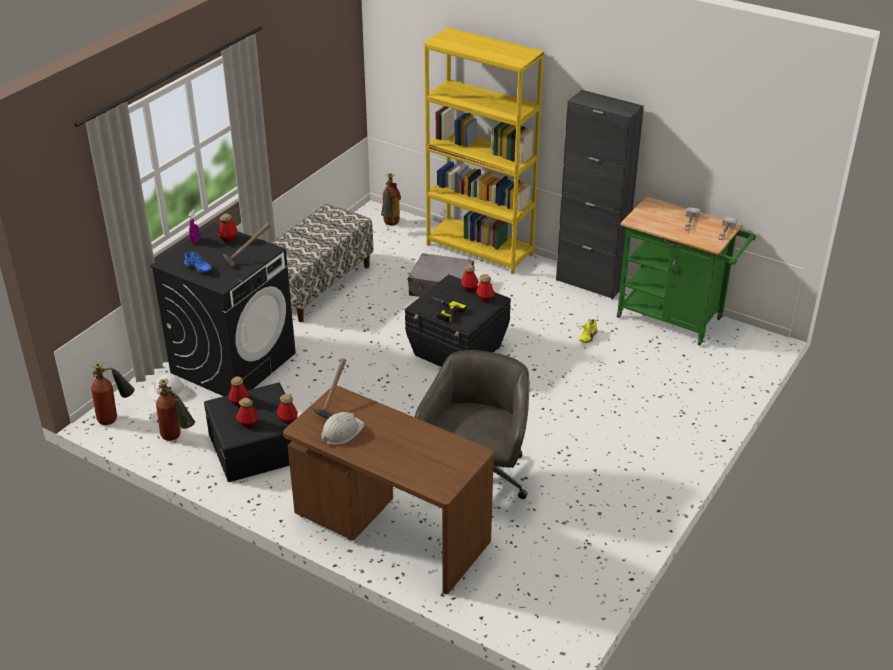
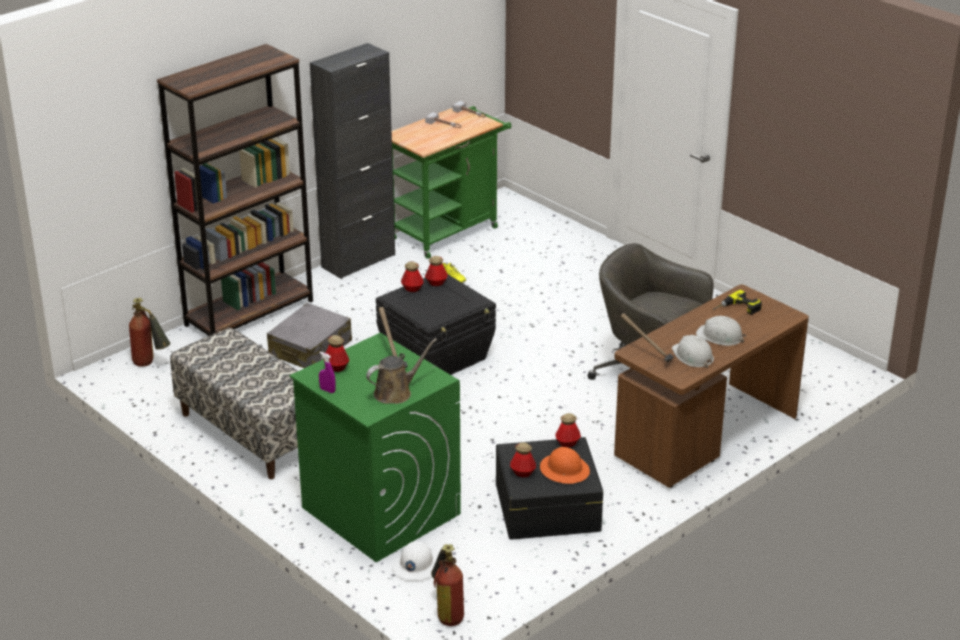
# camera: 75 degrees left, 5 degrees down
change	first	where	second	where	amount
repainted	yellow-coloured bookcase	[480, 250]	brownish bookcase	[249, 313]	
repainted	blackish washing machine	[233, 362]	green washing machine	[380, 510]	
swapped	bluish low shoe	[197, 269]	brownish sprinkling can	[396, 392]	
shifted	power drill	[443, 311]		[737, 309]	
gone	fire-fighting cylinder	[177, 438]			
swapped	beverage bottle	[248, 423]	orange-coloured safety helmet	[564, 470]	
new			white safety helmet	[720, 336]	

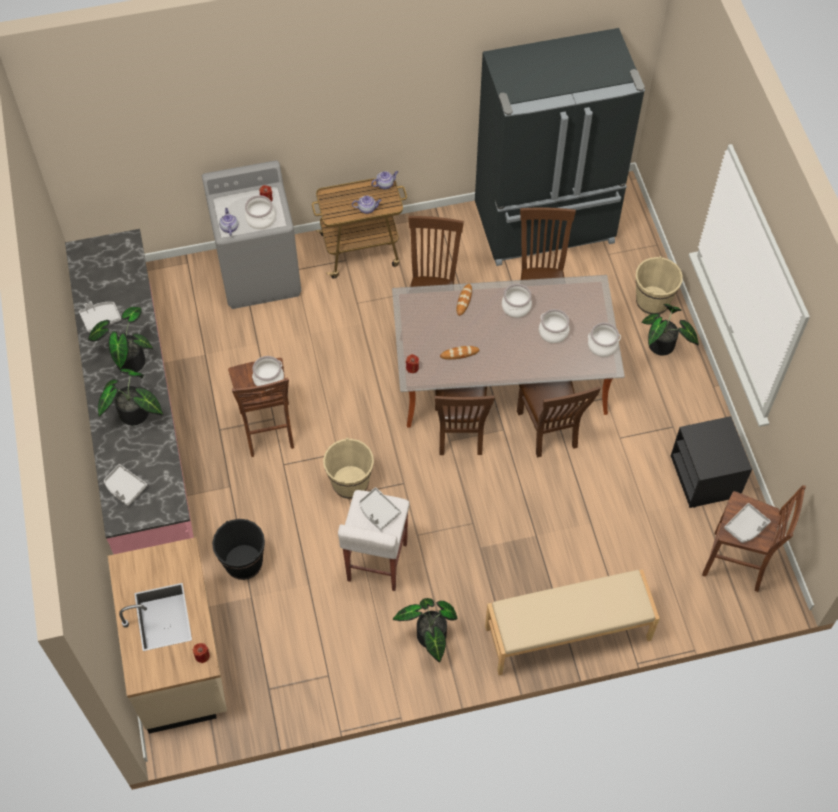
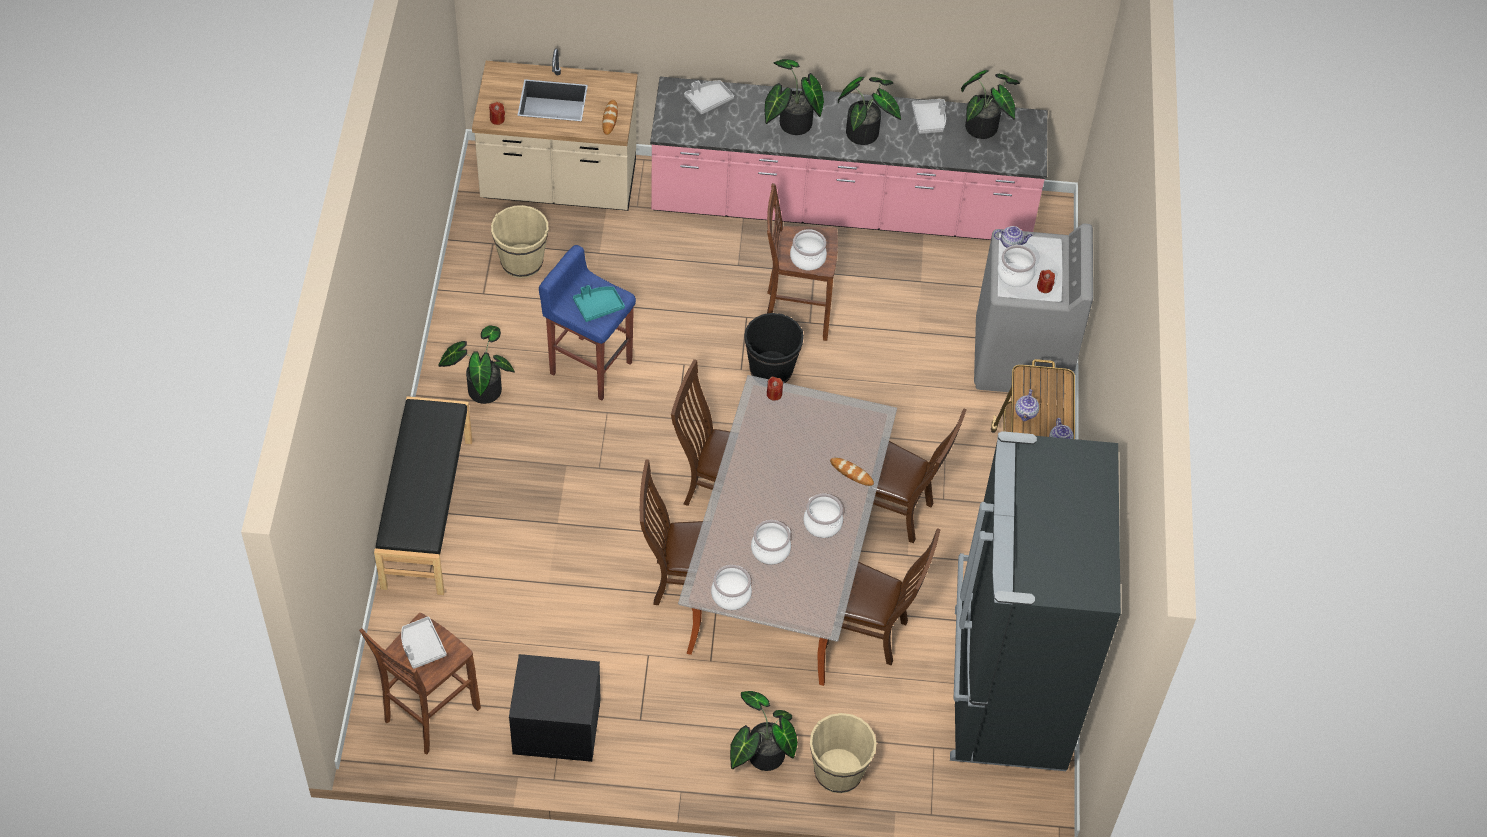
# camera: 105 degrees right, 5 degrees down
change	first	where	second	where	amount
shifted	bread	[459, 354]		[610, 118]	
shifted	beige water bucket	[350, 483]		[522, 262]	
repainted	gray carrying tray	[378, 511]	turquoise carrying tray	[598, 306]	
repainted	white stool	[376, 562]	bluish stool	[590, 366]	
shifted	blackish water bucket	[243, 563]		[771, 370]	
repainted	beige bench	[568, 634]	blackish bench	[426, 513]	
new			potted plant	[985, 127]	

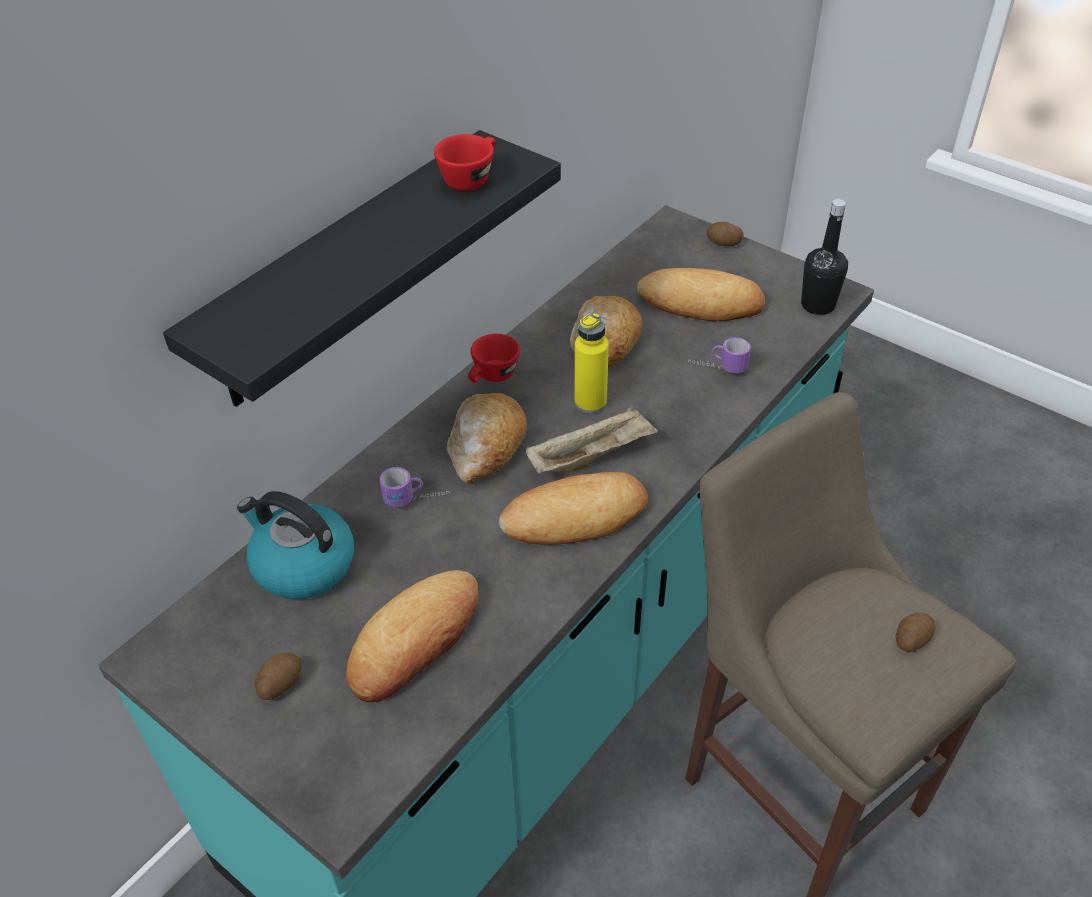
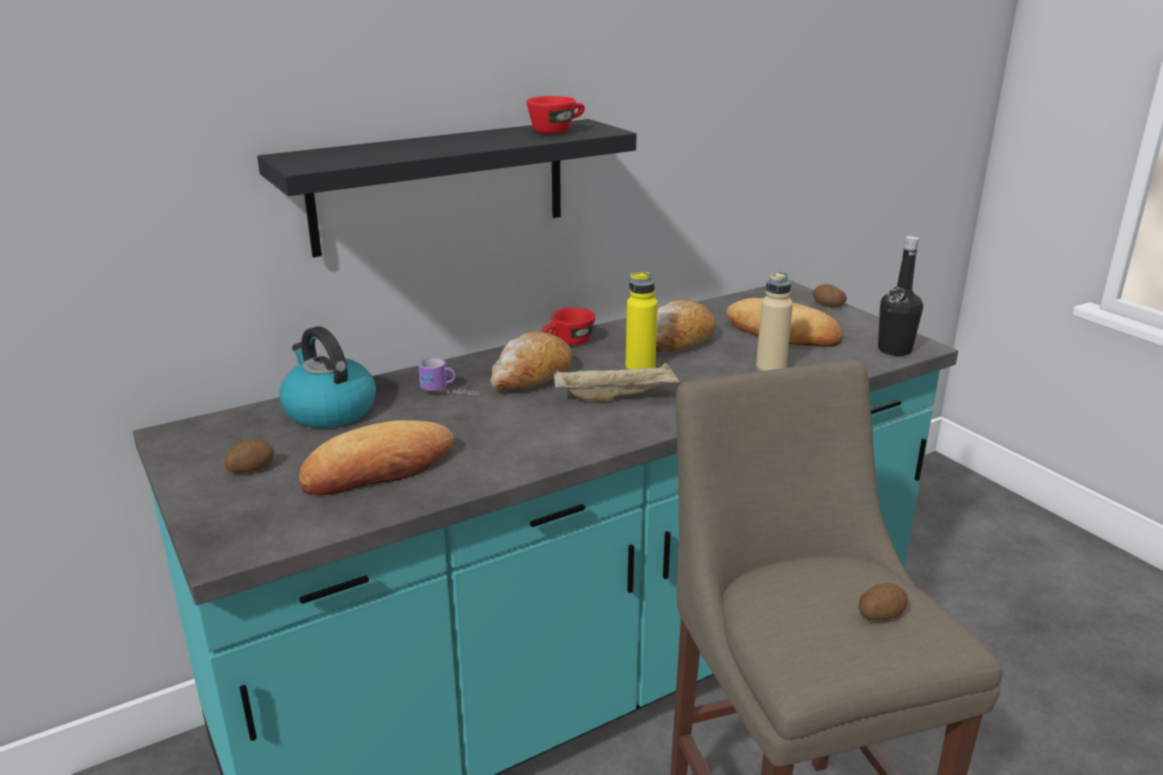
# camera: 20 degrees right, 20 degrees down
change	first	where	second	where	amount
swapped	coffee mug	[717, 368]	beige beverage bottle	[770, 369]	
gone	bread	[575, 516]			

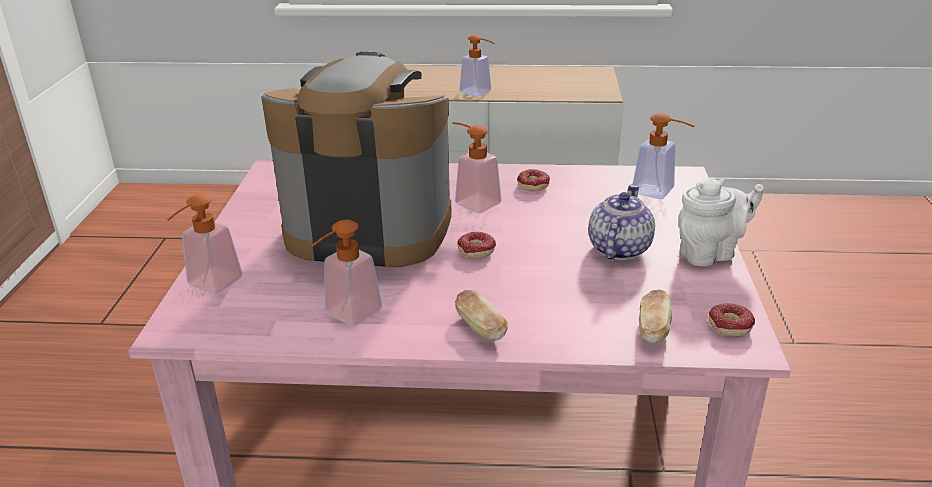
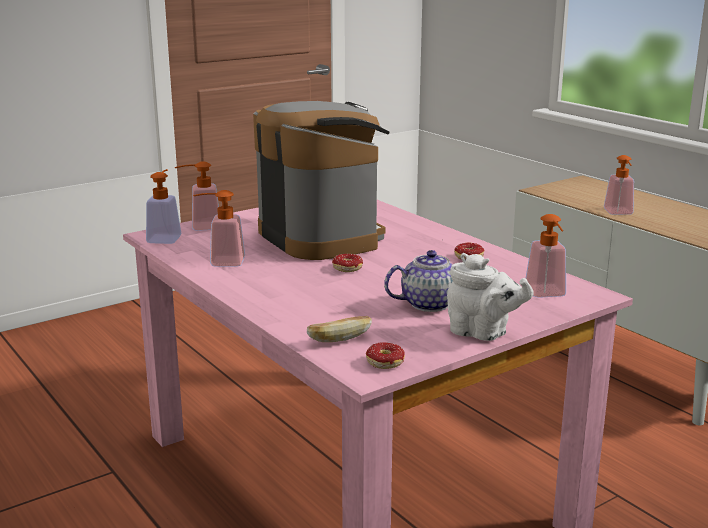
# camera: 50 degrees right, 10 degrees down
change	first	where	second	where	amount
shifted	soap bottle	[472, 201]		[166, 237]	
gone	bread	[480, 328]			

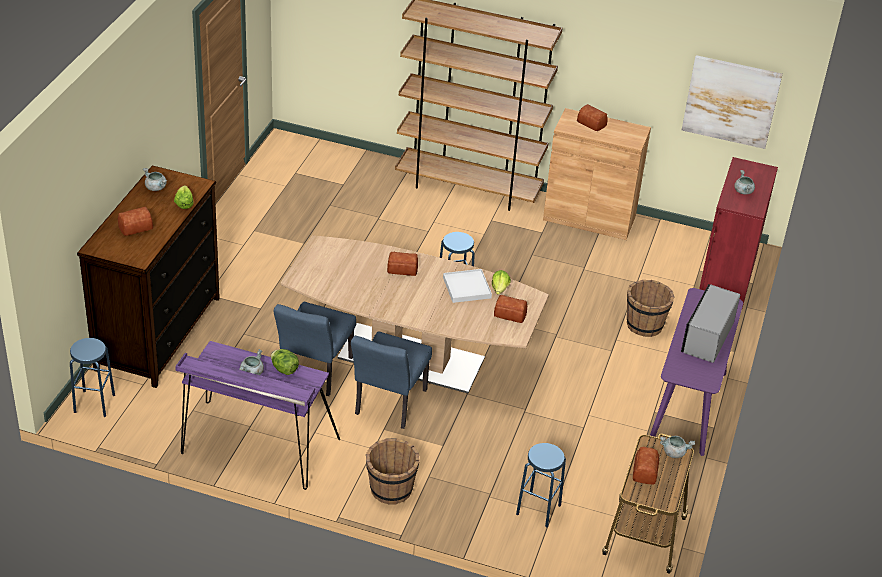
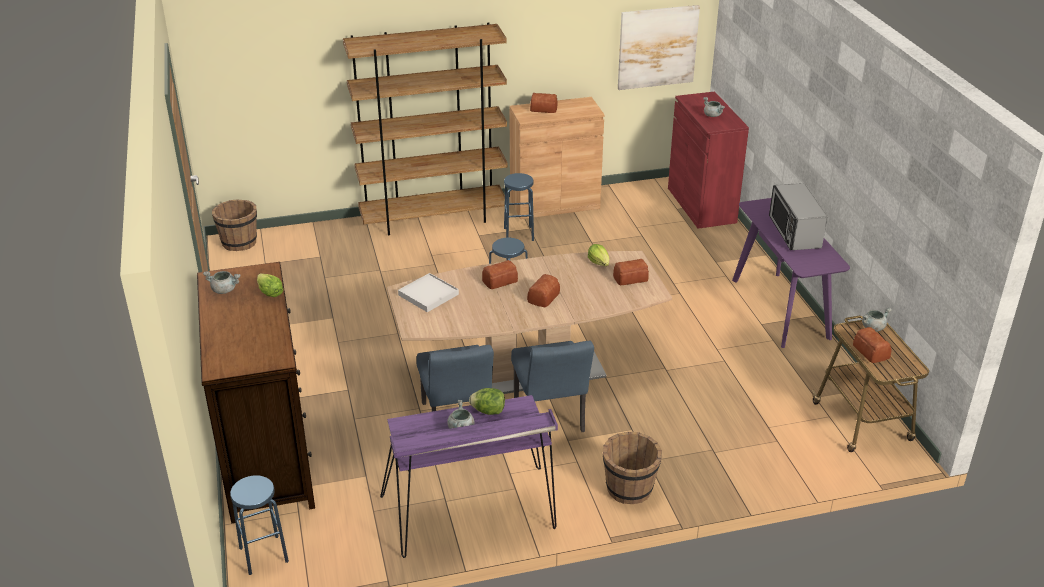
# camera: 30 degrees left, 5 degrees down
change	first	where	second	where	amount
shifted	bread	[134, 227]		[542, 297]	
shifted	white carrying tray	[467, 288]		[428, 295]	
shifted	brownish water bucket	[644, 325]		[239, 242]	
shifted	bluish stool	[538, 510]		[519, 234]	

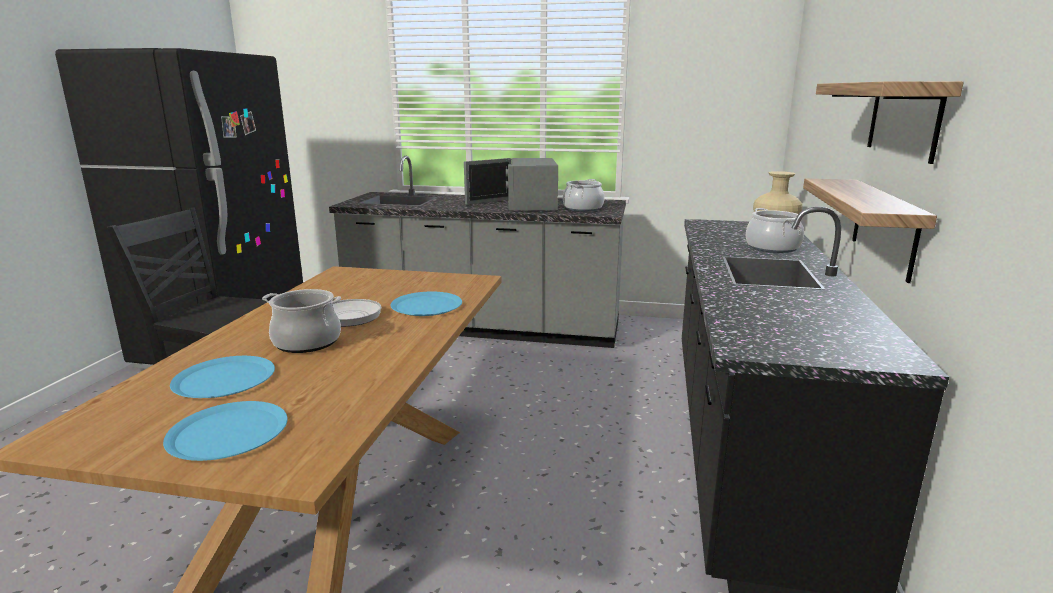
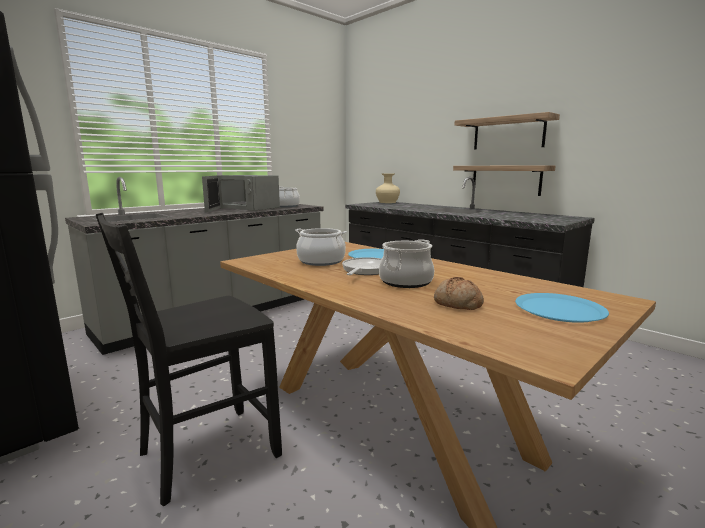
# camera: 55 degrees left, 5 degrees down
change	first	where	second	where	amount
shifted	saucepot	[772, 248]		[321, 261]	
swapped	bluish dinner plate	[224, 379]	bread	[457, 304]	

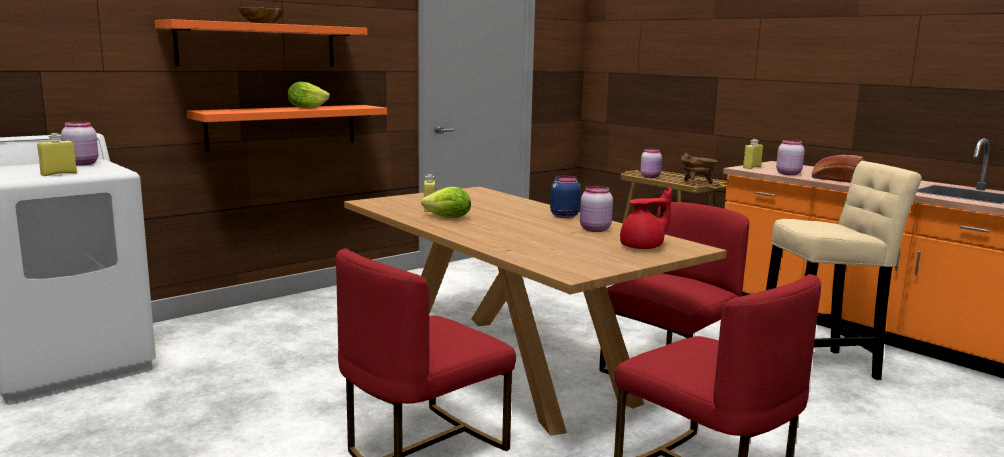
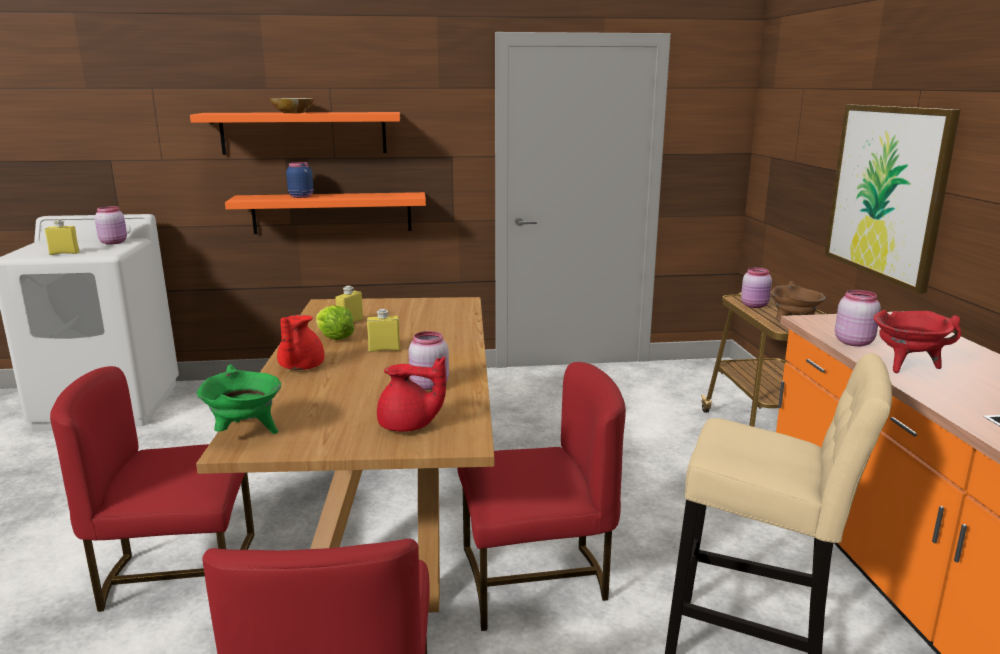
# camera: 35 degrees right, 5 degrees up
change	first	where	second	where	amount
gone	head of lettuce	[306, 108]			
shifted	yellow-coloured beverage bottle	[752, 167]		[384, 349]	
swapped	bread	[835, 179]	reddish saucepot	[906, 366]	
shifted	bluish preserve jar	[563, 216]		[301, 196]	
new			picture	[887, 192]	
new			reddish tea pot	[300, 367]	
new			green saucepot	[246, 433]	

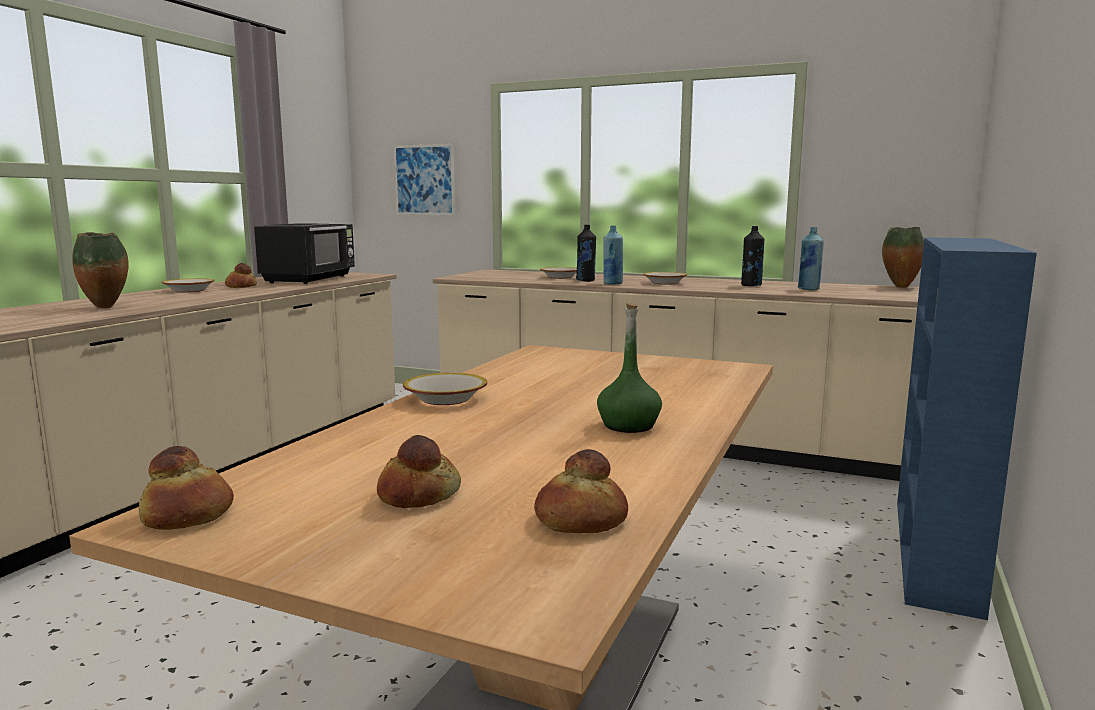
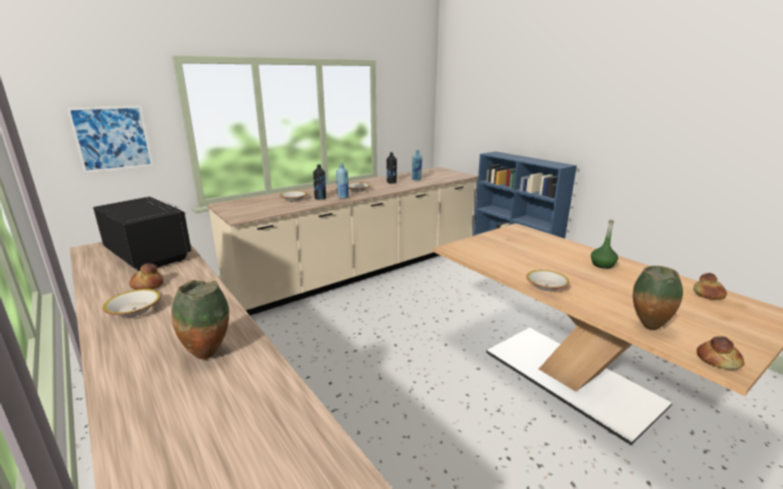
# camera: 60 degrees left, 10 degrees up
change	first	where	second	where	amount
shifted	flower vase	[899, 287]		[648, 328]	
gone	bread	[418, 494]			

